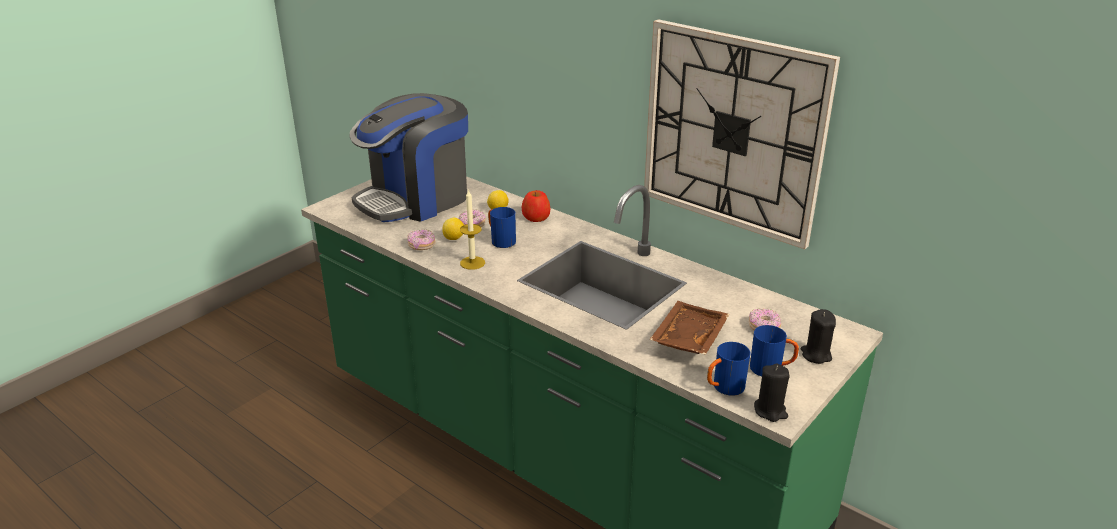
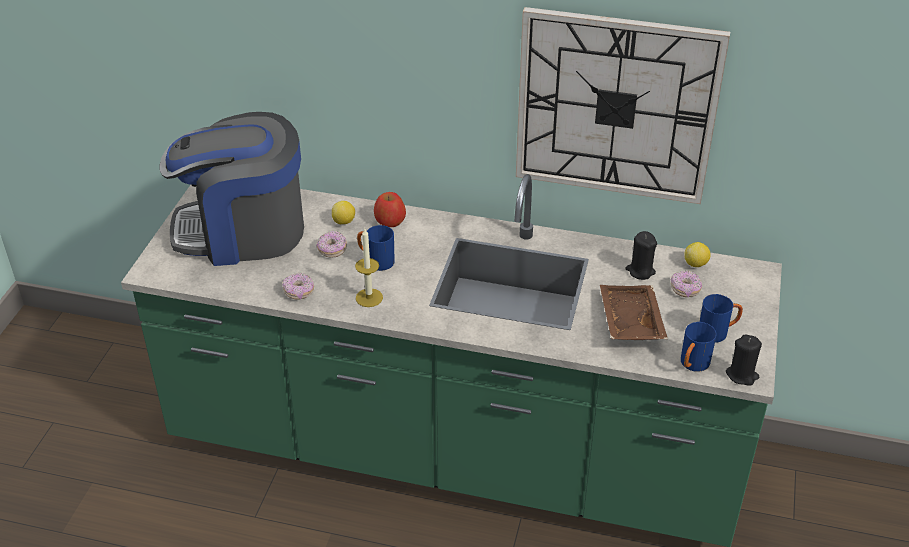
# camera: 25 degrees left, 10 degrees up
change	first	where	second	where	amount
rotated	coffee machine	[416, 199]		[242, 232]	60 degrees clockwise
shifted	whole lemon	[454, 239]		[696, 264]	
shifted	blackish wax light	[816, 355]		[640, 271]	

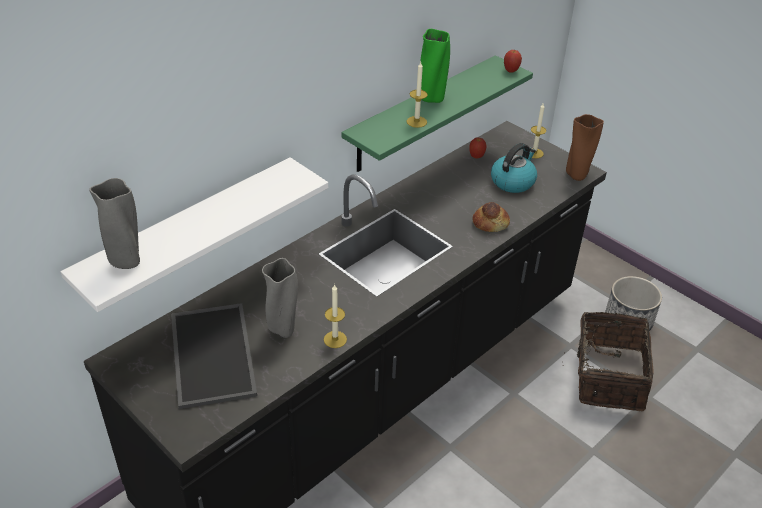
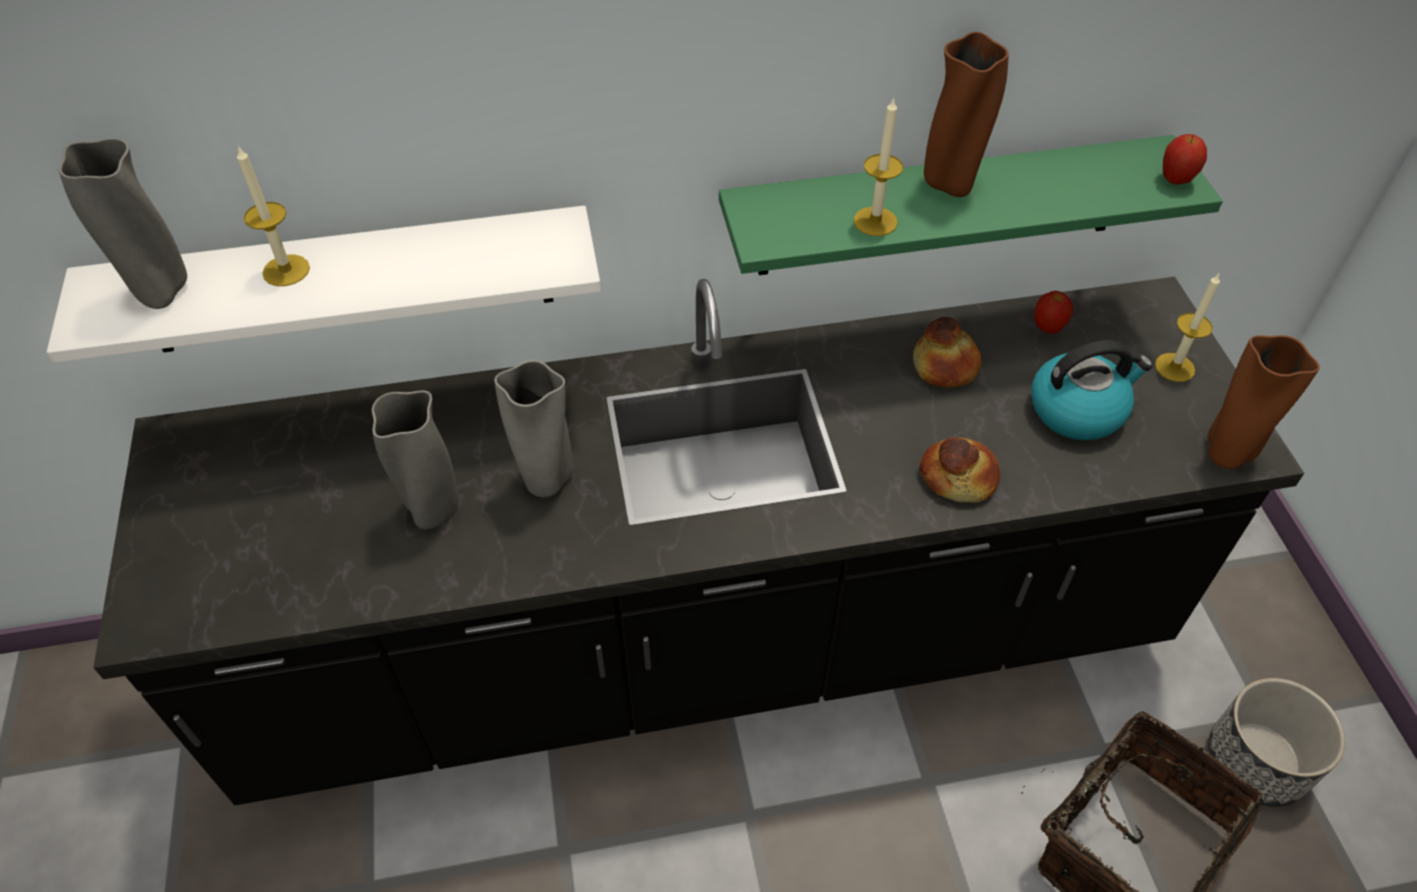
# camera: 35 degrees right, 10 degrees up
change	first	where	second	where	amount
repainted	green flower vase	[431, 99]	brownish flower vase	[950, 184]	
shifted	wax light	[335, 339]		[286, 270]	
gone	carrying tray	[210, 353]			
new			bread	[946, 365]	
new			gray flower vase	[546, 480]	

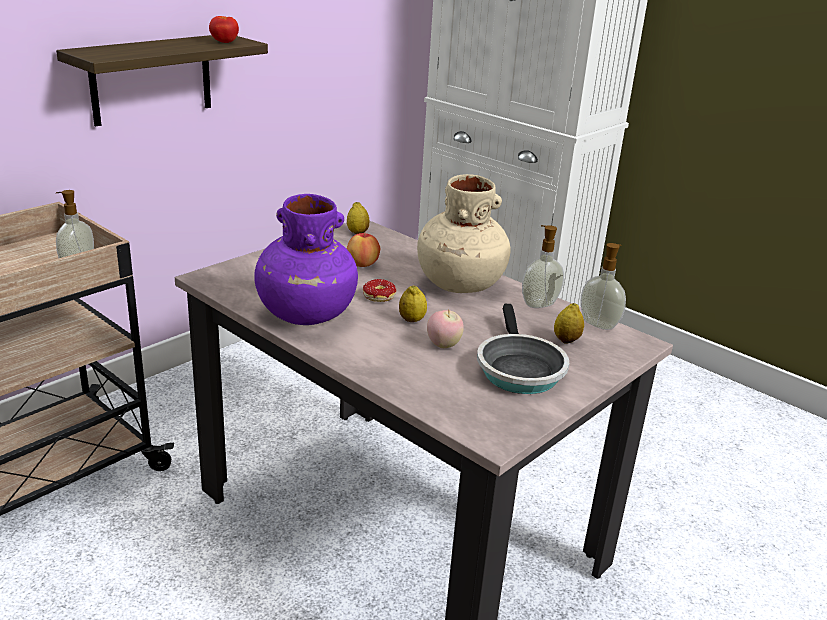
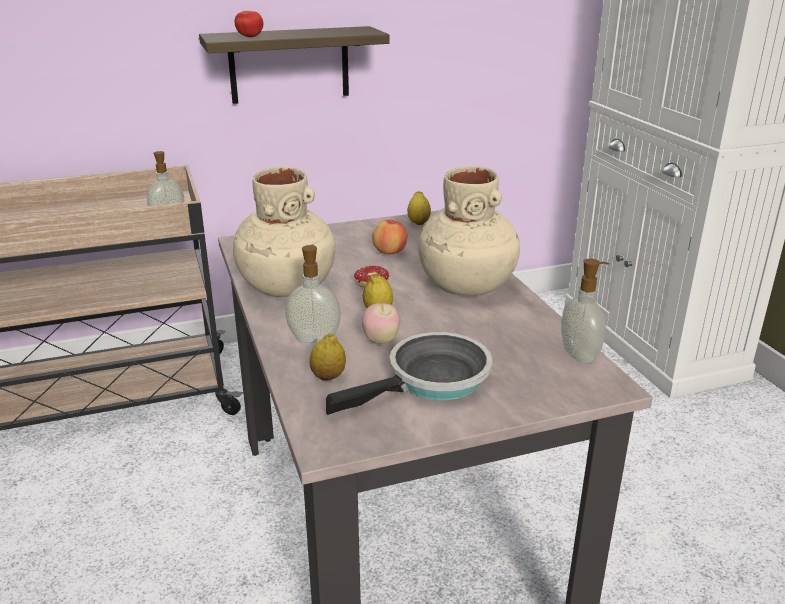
# camera: 30 degrees right, 0 degrees up
change	first	where	second	where	amount
shifted	tomato	[224, 42]		[250, 37]	
repainted	purple flower vase	[306, 314]	beige flower vase	[287, 286]	
shifted	soap bottle	[539, 304]		[314, 338]	
shifted	whole lemon	[566, 340]		[328, 377]	
rotated	skillet	[518, 369]		[432, 381]	150 degrees counterclockwise

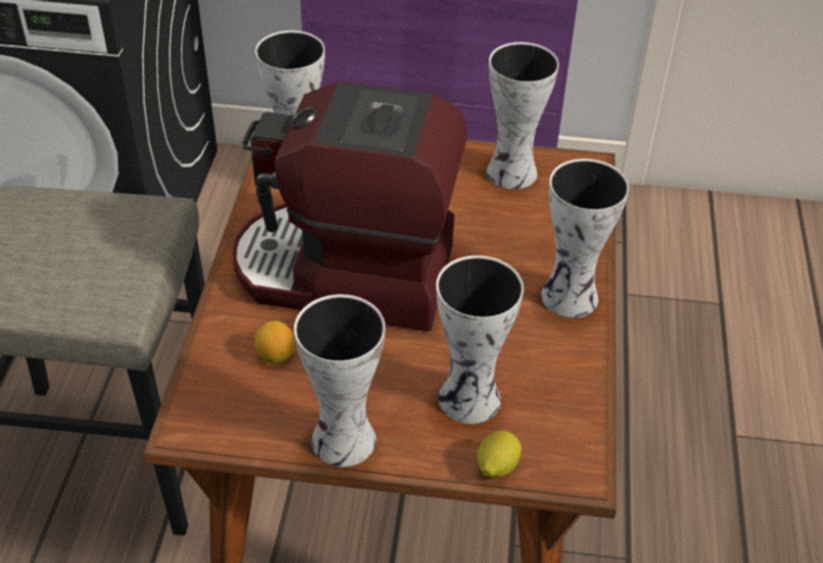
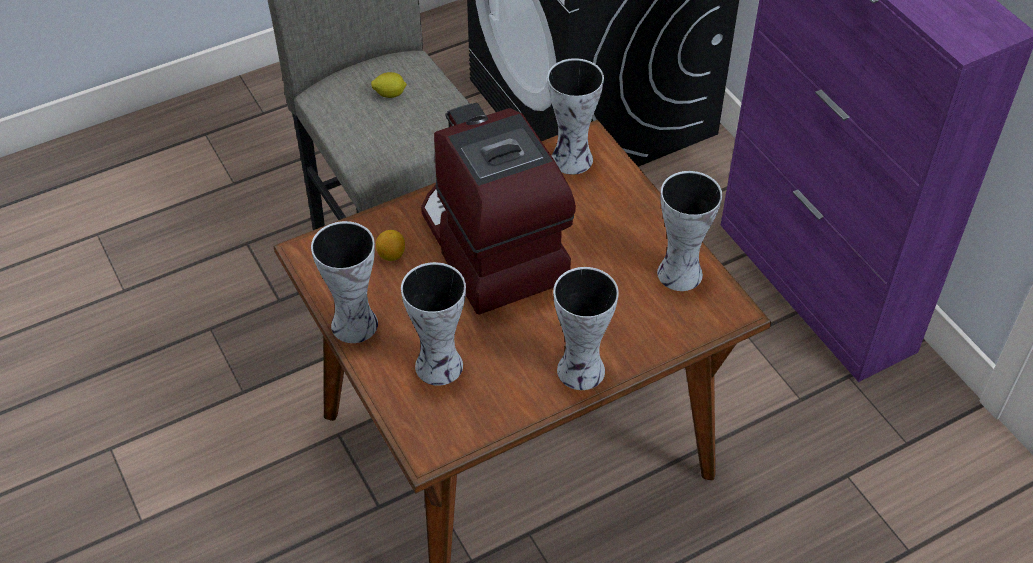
# camera: 55 degrees right, 5 degrees up
change	first	where	second	where	amount
shifted	whole lemon	[496, 466]		[390, 94]	

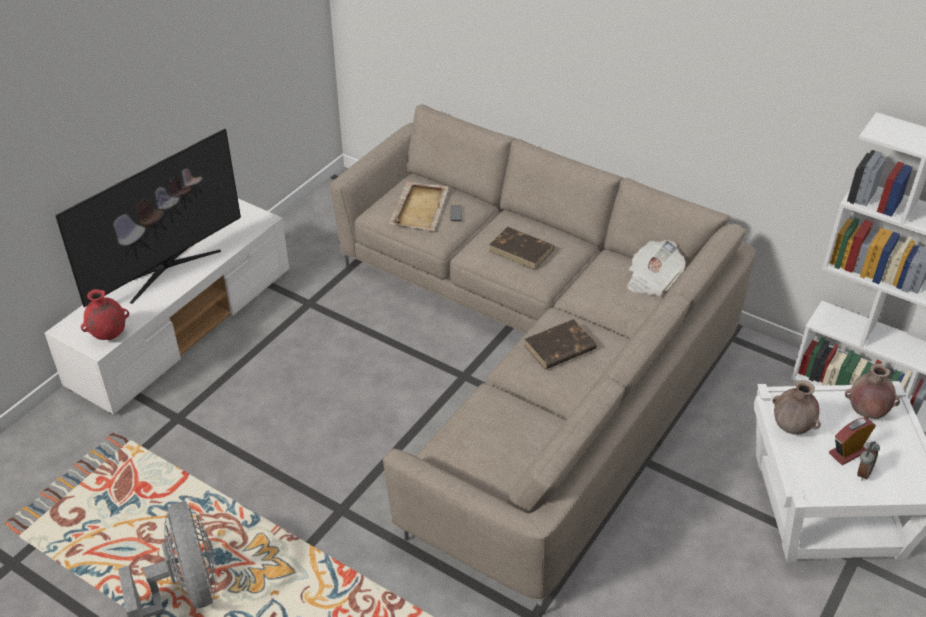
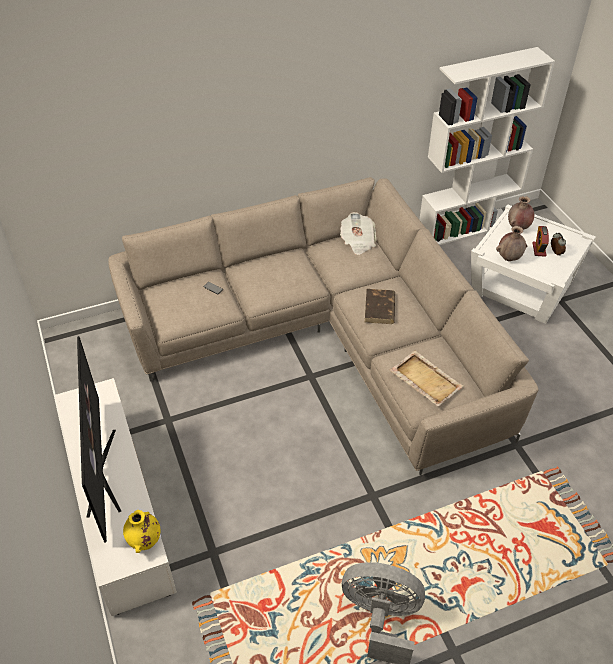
# camera: 55 degrees left, 5 degrees up
change	first	where	second	where	amount
shifted	beige carrying tray	[420, 208]		[425, 379]	
gone	brownish bound book	[522, 250]			
repainted	reddish flower vase	[109, 336]	yellow-coloured flower vase	[145, 541]	

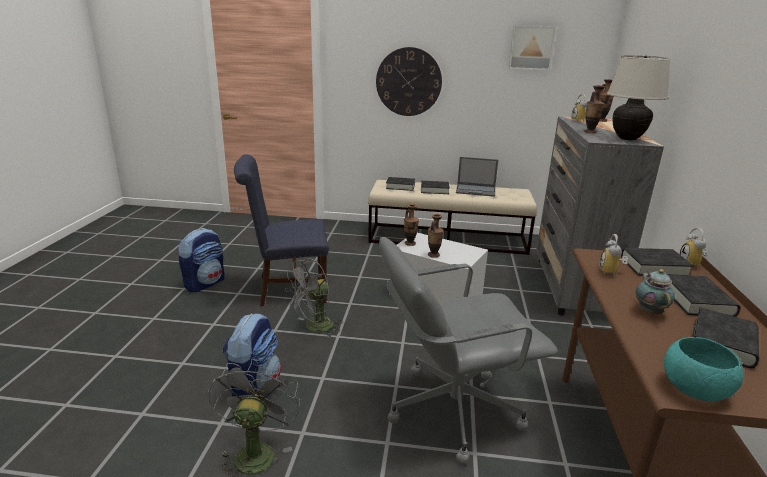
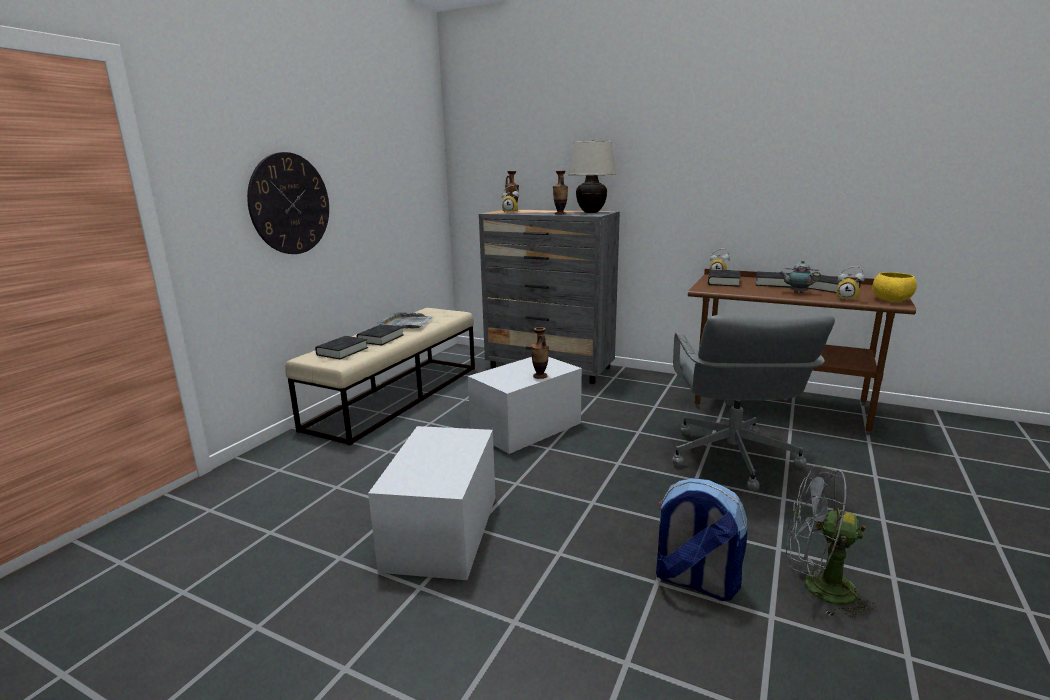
# camera: 70 degrees left, 5 degrees down
change	first	where	second	where	amount
gone	picture	[531, 47]			
swapped	bluish plain chair	[287, 289]	white storage bin	[442, 531]	
swapped	notebook computer	[476, 190]	gray carrying tray	[406, 323]	
gone	flower vase	[410, 243]			
gone	backpack	[205, 283]			
shifted	bedside clock	[611, 272]		[847, 299]	
gone	gray electric fan	[314, 328]			
repainted	turquoise serving bowl	[694, 389]	yellow-coloured serving bowl	[890, 300]	

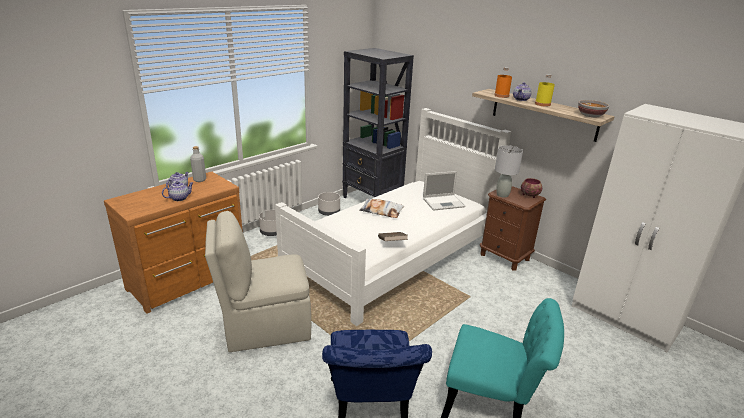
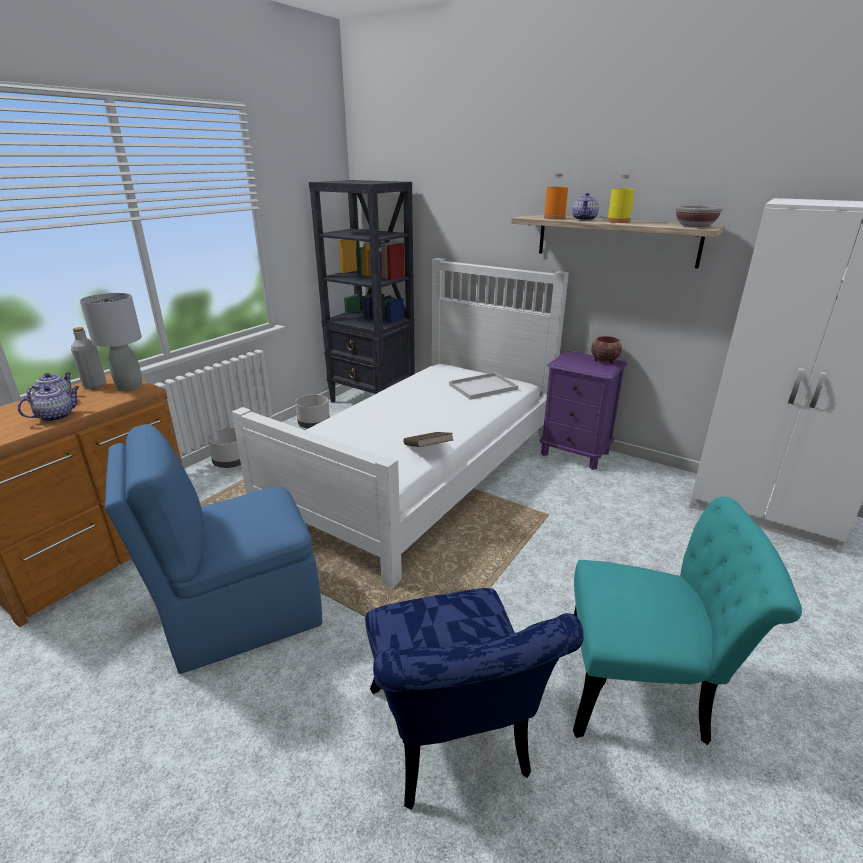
# camera: 10 degrees left, 0 degrees up
change	first	where	second	where	amount
shifted	gray lamp for a table	[502, 195]		[129, 387]	
swapped	notebook computer	[444, 202]	white carrying tray	[483, 386]	
repainted	brownish nightstand	[504, 257]	purple nightstand	[575, 453]	
gone	pillow	[381, 211]			
repainted	beige plain chair	[265, 326]	bluish plain chair	[240, 614]	

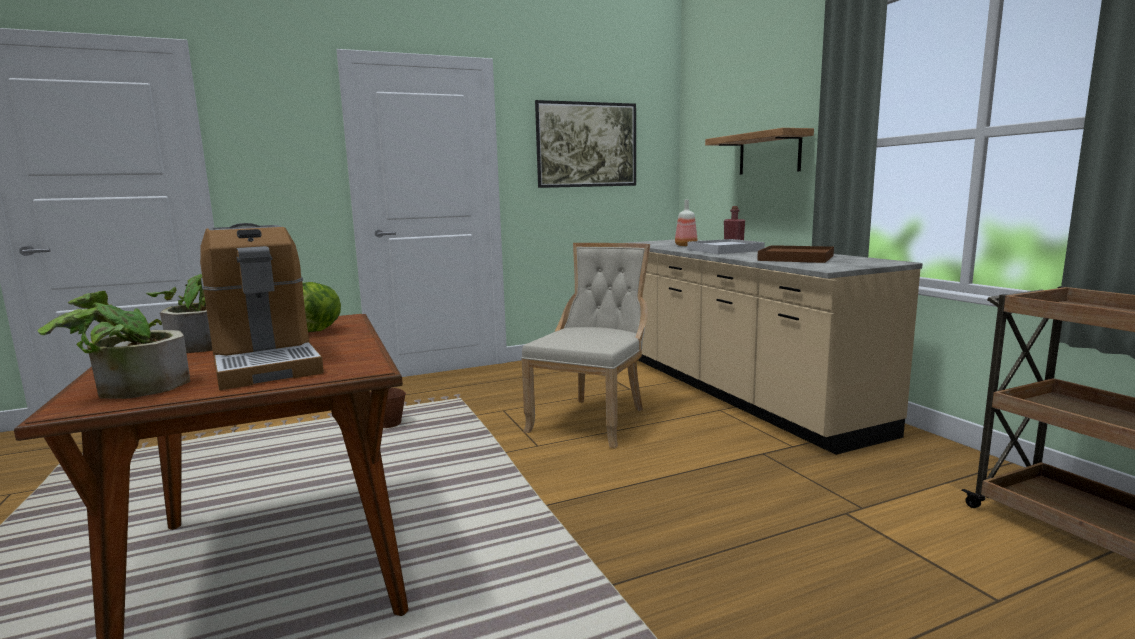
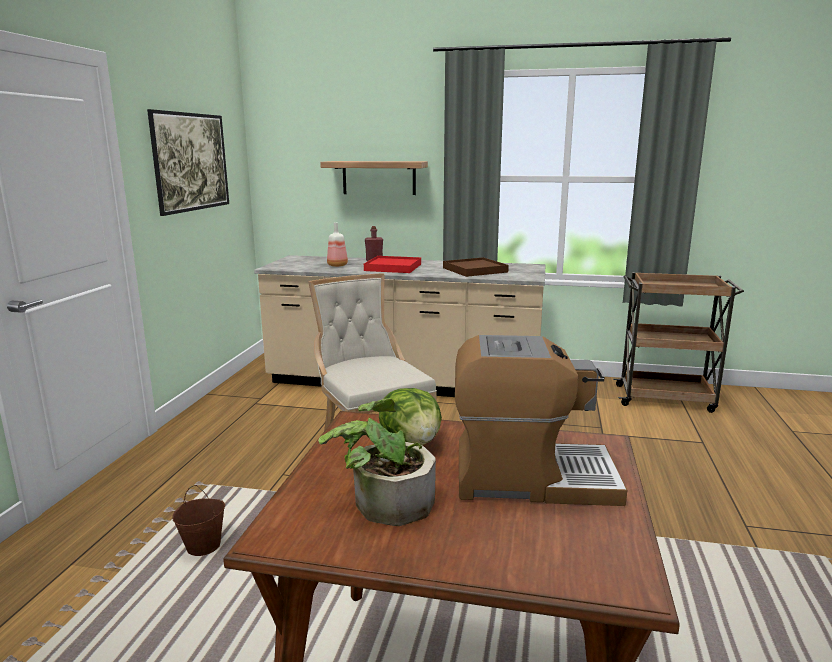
# camera: 55 degrees left, 5 degrees up
change	first	where	second	where	amount
repainted	white carrying tray	[724, 250]	reddish carrying tray	[393, 267]	
gone	potted plant	[130, 389]			

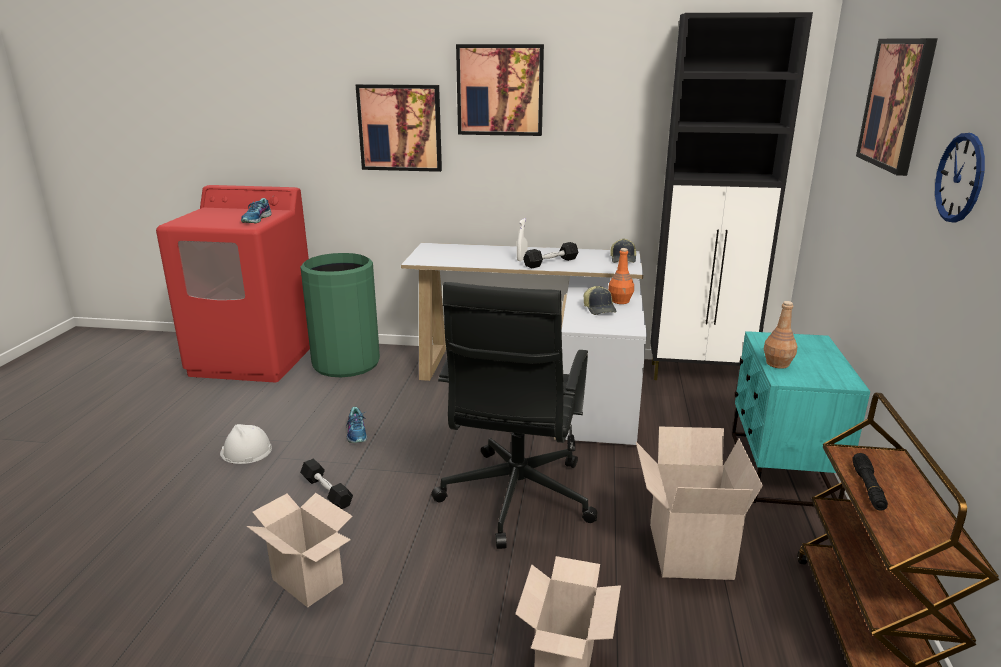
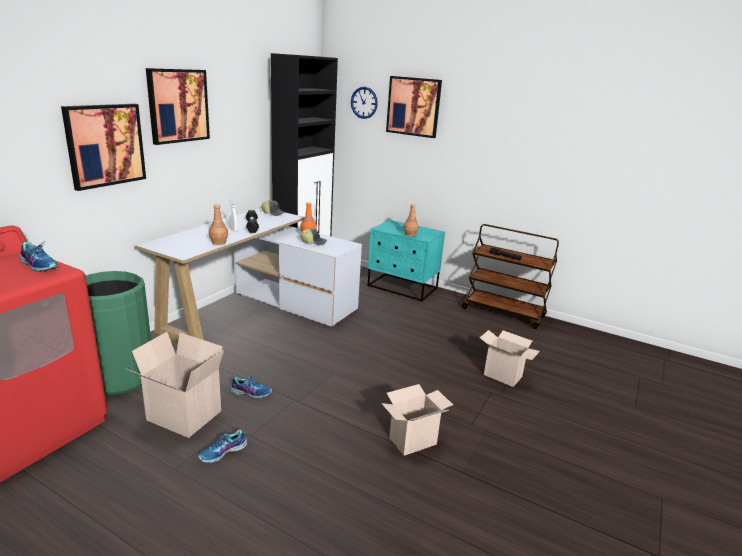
# camera: 70 degrees left, 0 degrees up
change	first	where	second	where	amount
shifted	clock on the wall	[960, 178]		[364, 102]	
gone	blackish desk chair	[515, 499]			
swapped	white safety helmet	[246, 451]	low shoe	[223, 452]	
shifted	cardboard box	[686, 549]		[182, 416]	
gone	blackish hand weight	[327, 492]			
new			brownish beverage bottle	[218, 243]	

